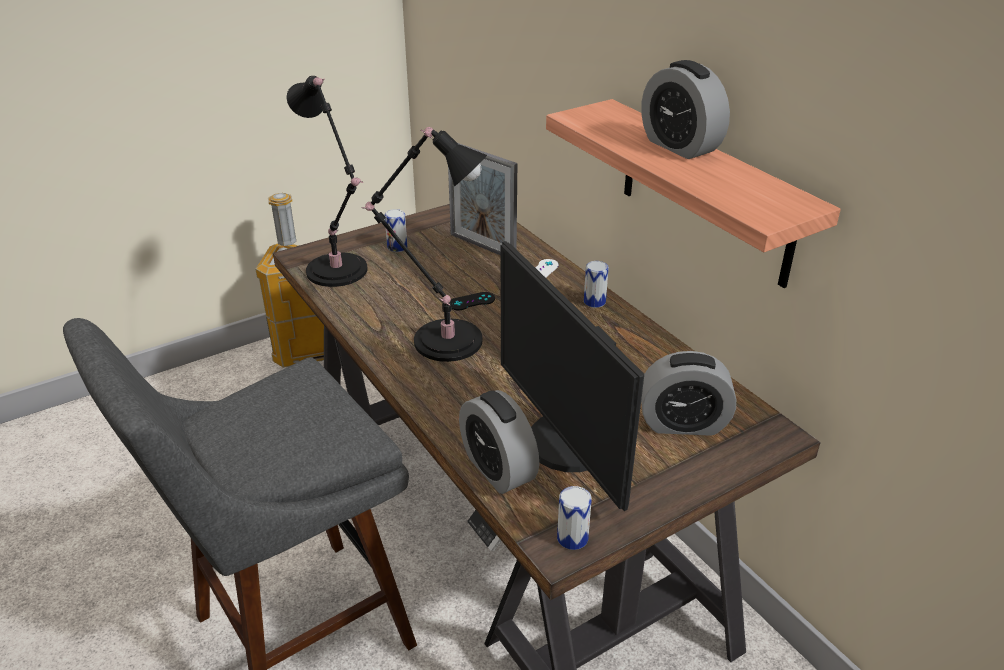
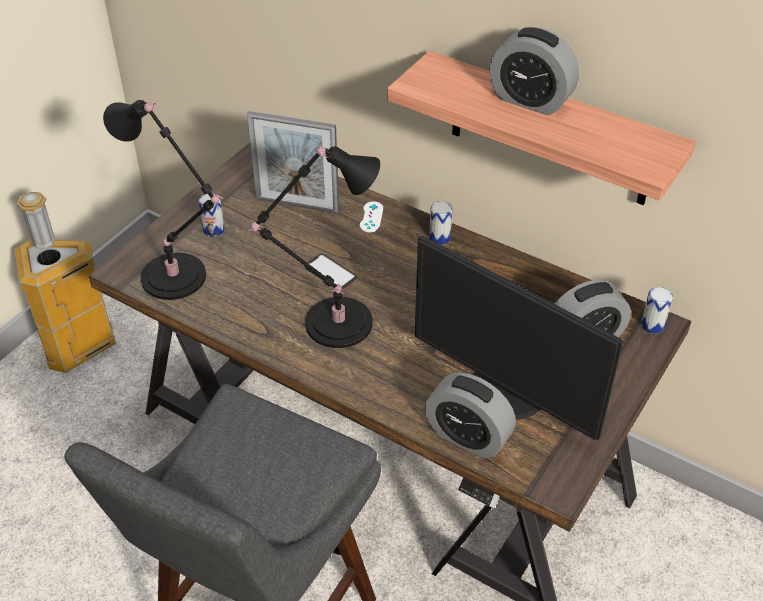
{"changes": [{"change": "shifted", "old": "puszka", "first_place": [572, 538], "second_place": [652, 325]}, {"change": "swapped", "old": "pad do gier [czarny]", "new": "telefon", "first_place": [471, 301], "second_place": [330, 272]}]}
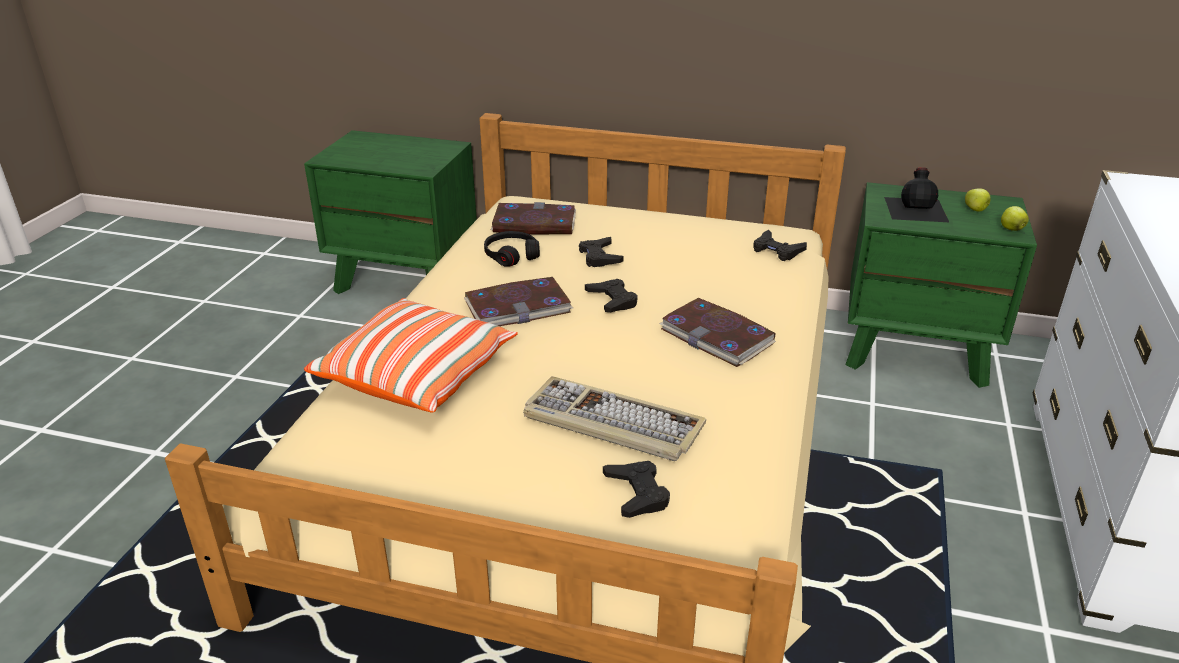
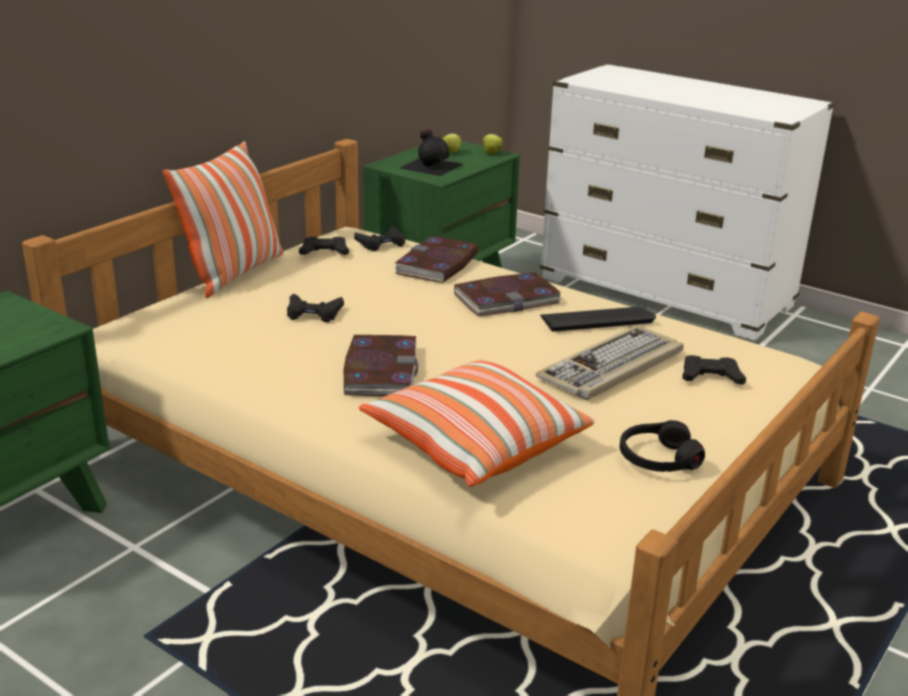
{"changes": [{"change": "new", "new": "poduszka", "second_place": [233, 273]}, {"change": "new", "new": "klawiatura", "second_place": [596, 319]}, {"change": "shifted", "old": "słuchawki [czarny]", "first_place": [511, 255], "second_place": [658, 459]}, {"change": "shifted", "old": "książka", "first_place": [534, 224], "second_place": [437, 264]}, {"change": "shifted", "old": "pad do gier [czarny]", "first_place": [612, 300], "second_place": [324, 252]}]}
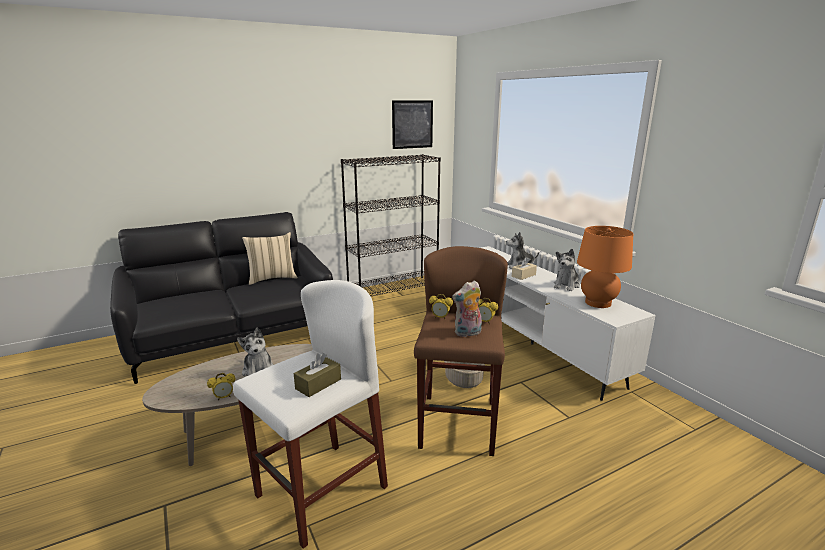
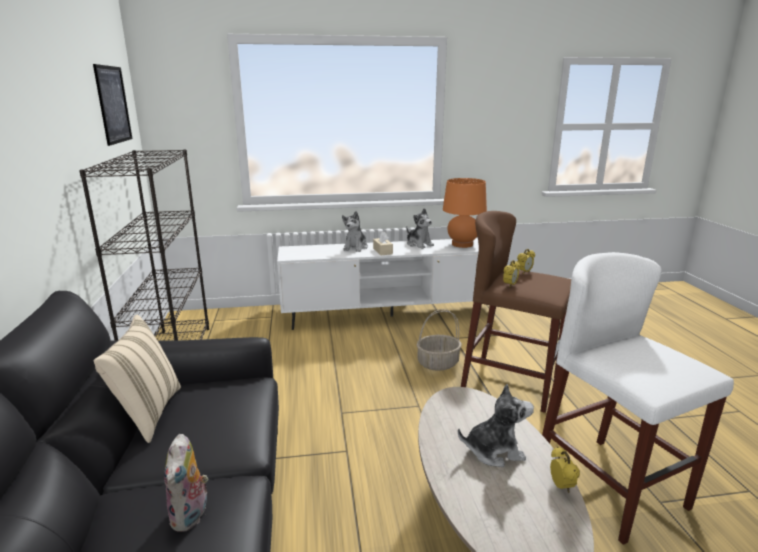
{"changes": [{"change": "gone", "old": "pudełko chusteczek [brązowy]", "first_place": [318, 384]}, {"change": "shifted", "old": "pluszak", "first_place": [467, 333], "second_place": [191, 516]}]}
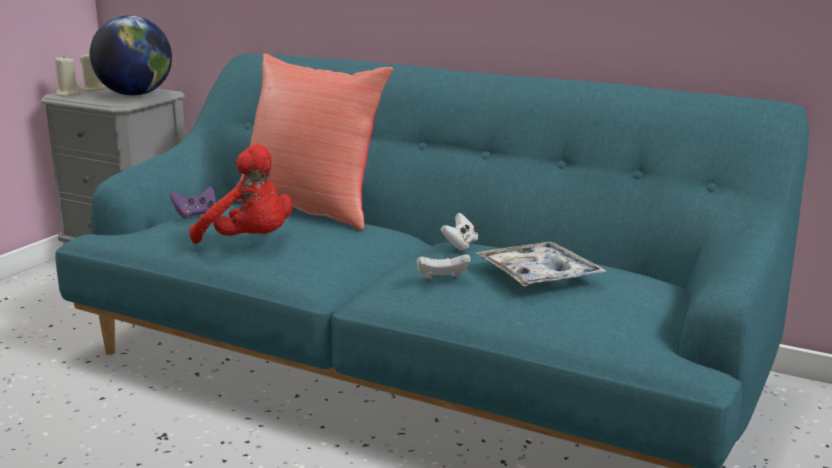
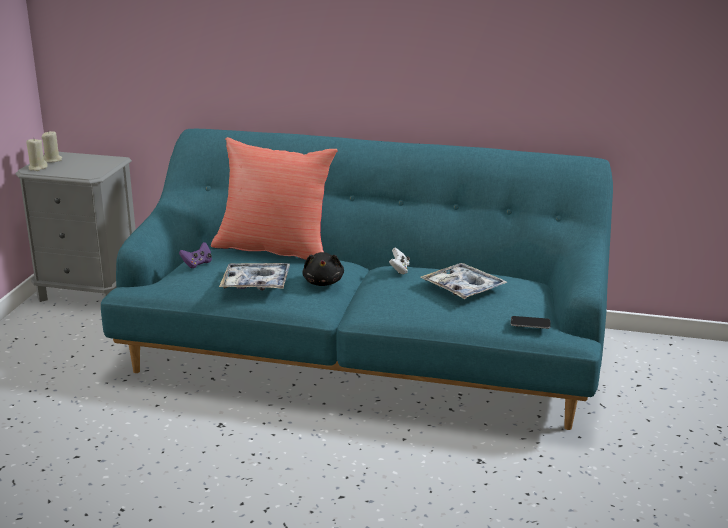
{"changes": [{"change": "gone", "old": "globus", "first_place": [135, 95]}, {"change": "gone", "old": "pad do gier [biały]", "first_place": [442, 279]}, {"change": "new", "new": "pluszak [czarny]", "second_place": [323, 282]}, {"change": "new", "new": "telefon", "second_place": [530, 323]}, {"change": "swapped", "old": "pluszak [czerwony]", "new": "taca", "first_place": [250, 242], "second_place": [256, 283]}]}
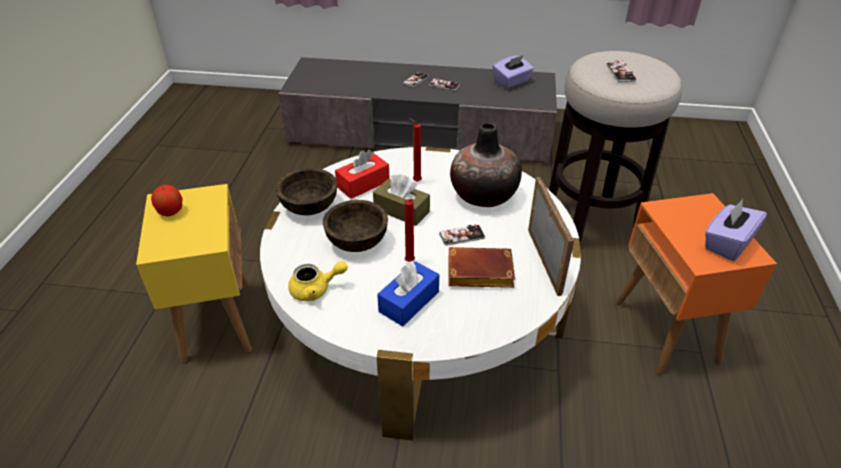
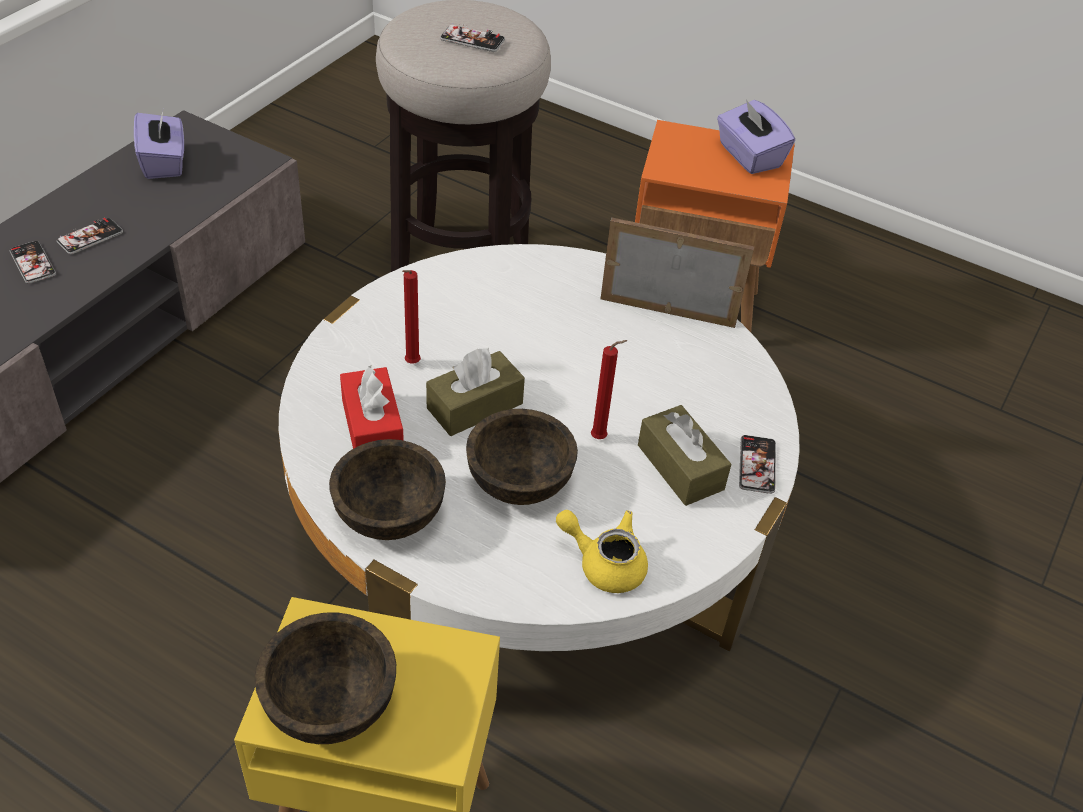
{"changes": [{"change": "gone", "old": "książka [brązowy]", "first_place": [478, 273]}, {"change": "gone", "old": "wazon", "first_place": [483, 195]}, {"change": "shifted", "old": "telefon", "first_place": [462, 236], "second_place": [757, 465]}, {"change": "swapped", "old": "jabłko", "new": "miska [brązowy]", "first_place": [171, 212], "second_place": [329, 704]}, {"change": "repainted", "old": "pudełko chusteczek [niebieski]", "new": "pudełko chusteczek [brązowy]", "first_place": [409, 301], "second_place": [680, 467]}, {"change": "rotated", "old": "imbryk [żółty]", "first_place": [316, 289], "second_place": [604, 563], "degrees": -75}]}
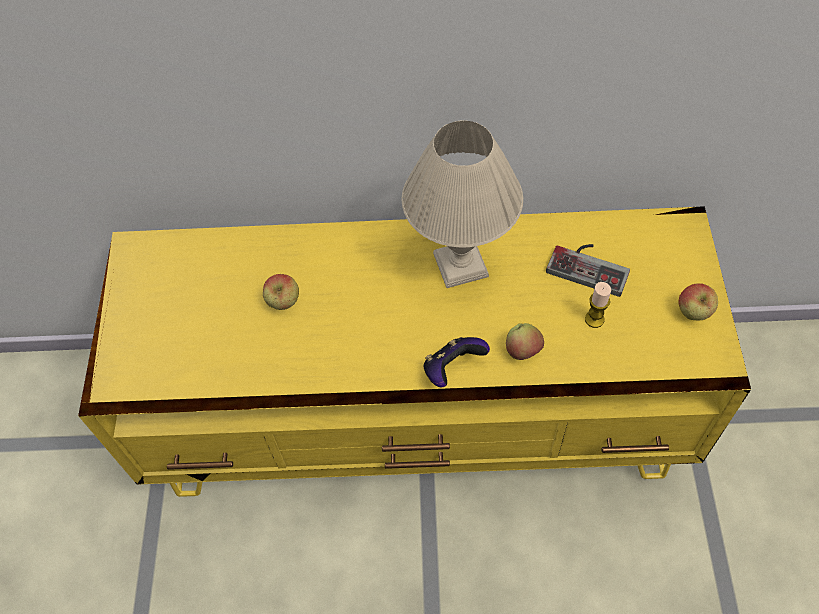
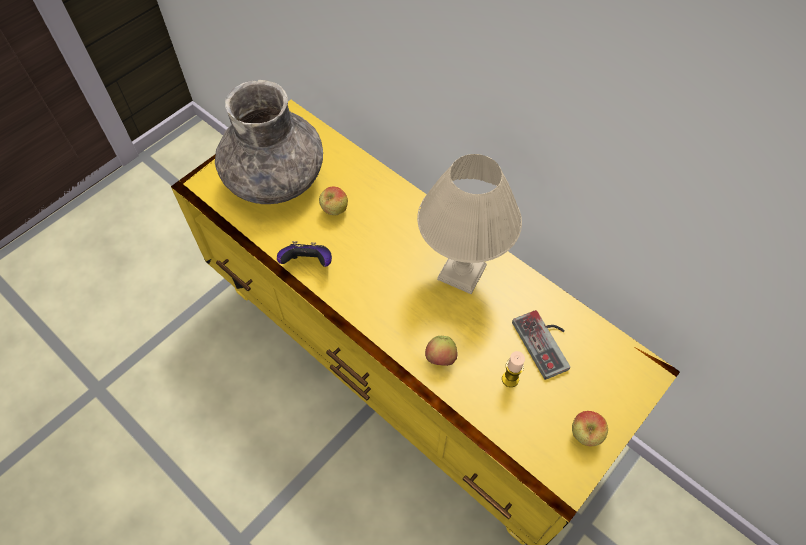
{"changes": [{"change": "new", "new": "wazon [szary]", "second_place": [276, 179]}, {"change": "shifted", "old": "pad do gier", "first_place": [452, 369], "second_place": [308, 263]}]}
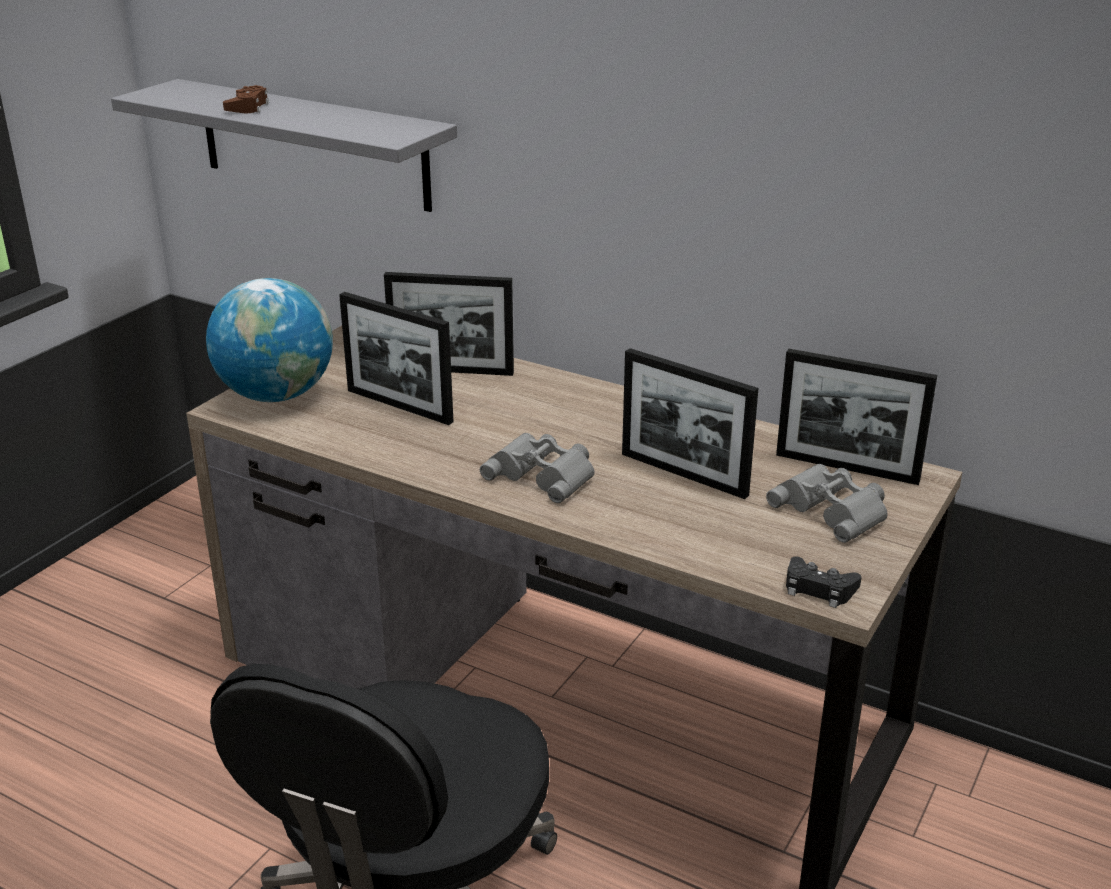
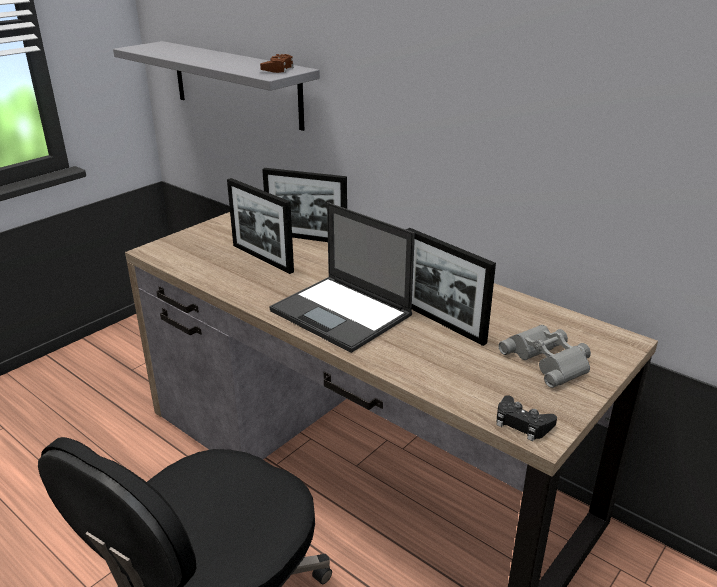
{"changes": [{"change": "gone", "old": "globus", "first_place": [277, 395]}, {"change": "gone", "old": "ramka na zdjęcie", "first_place": [846, 468]}, {"change": "shifted", "old": "pad do gier [brązowy]", "first_place": [247, 107], "second_place": [278, 69]}, {"change": "swapped", "old": "lornetka [szary]", "new": "laptop", "first_place": [544, 474], "second_place": [342, 313]}]}
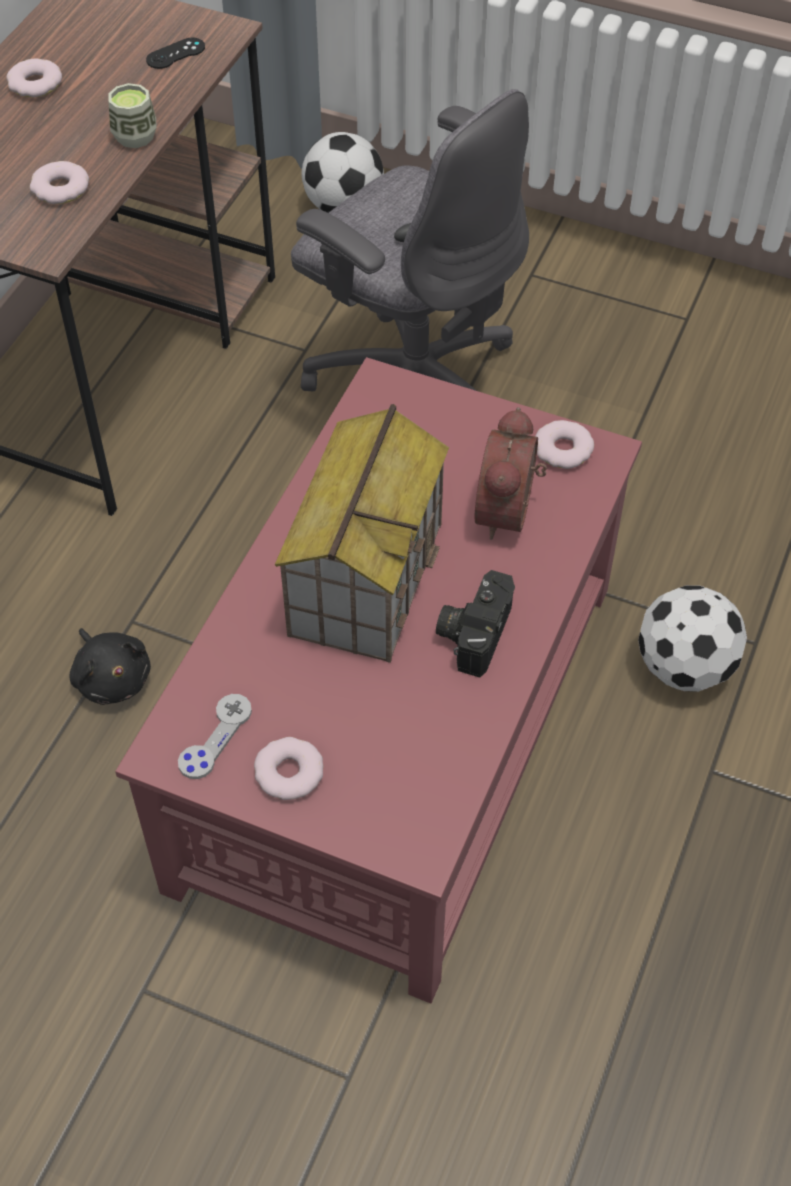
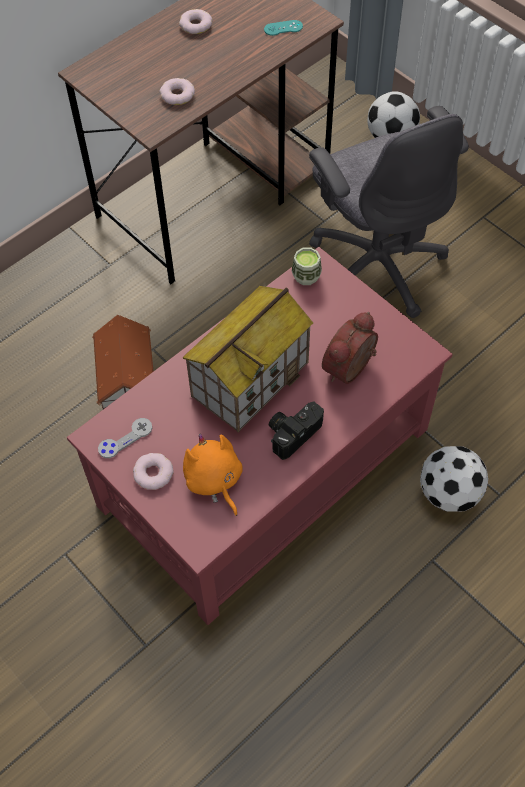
{"changes": [{"change": "gone", "old": "donut", "first_place": [563, 449]}, {"change": "new", "new": "pluszak [pomarańczowy]", "second_place": [214, 481]}, {"change": "shifted", "old": "filiżanka", "first_place": [135, 136], "second_place": [306, 276]}, {"change": "swapped", "old": "pluszak [czarny]", "new": "domek", "first_place": [112, 678], "second_place": [127, 377]}, {"change": "repainted", "old": "pad do gier [czarny]", "new": "pad do gier [turkusowy]", "first_place": [175, 54], "second_place": [283, 28]}]}
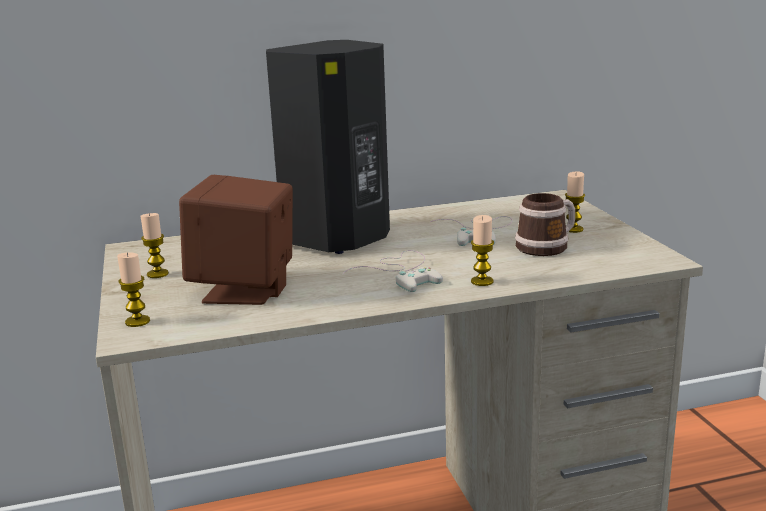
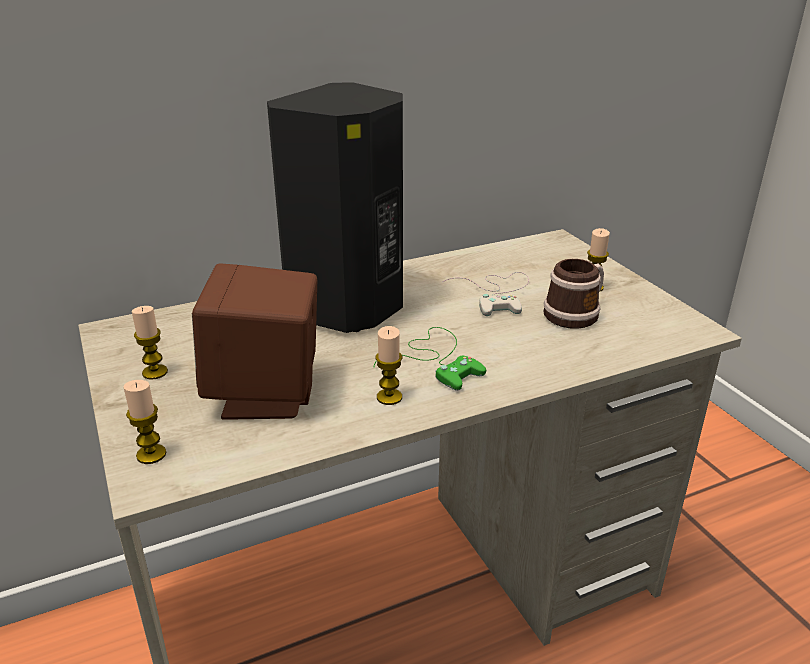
{"changes": [{"change": "shifted", "old": "świeca", "first_place": [482, 281], "second_place": [389, 397]}, {"change": "repainted", "old": "pad do gier [biały]", "new": "pad do gier [zielony]", "first_place": [402, 273], "second_place": [436, 360]}]}
